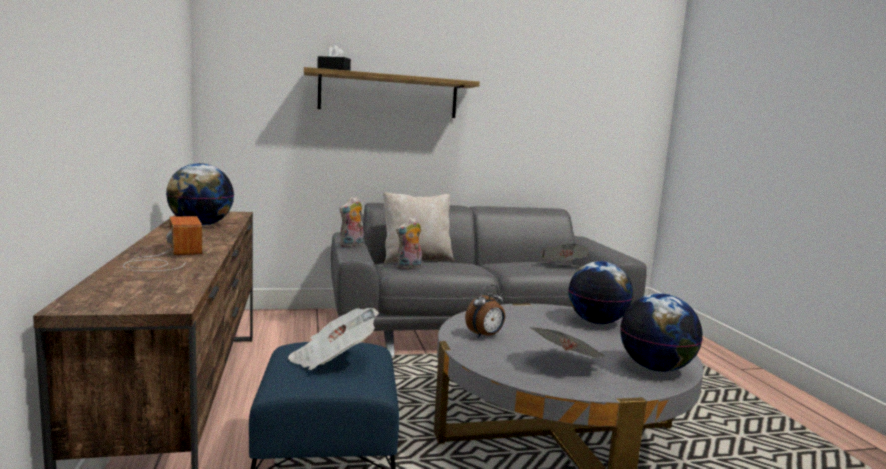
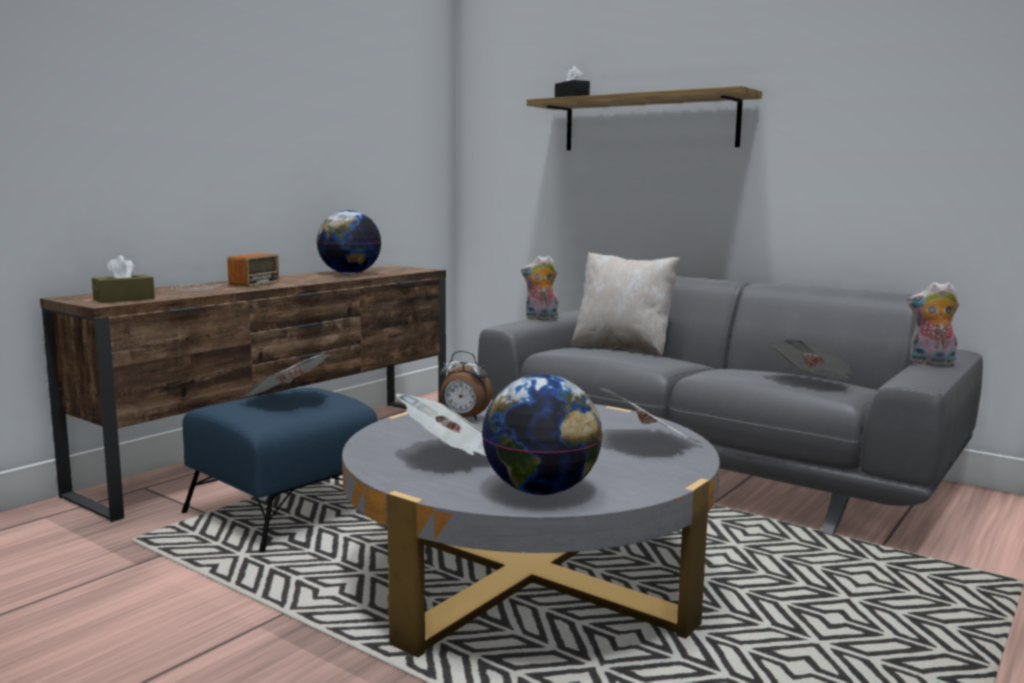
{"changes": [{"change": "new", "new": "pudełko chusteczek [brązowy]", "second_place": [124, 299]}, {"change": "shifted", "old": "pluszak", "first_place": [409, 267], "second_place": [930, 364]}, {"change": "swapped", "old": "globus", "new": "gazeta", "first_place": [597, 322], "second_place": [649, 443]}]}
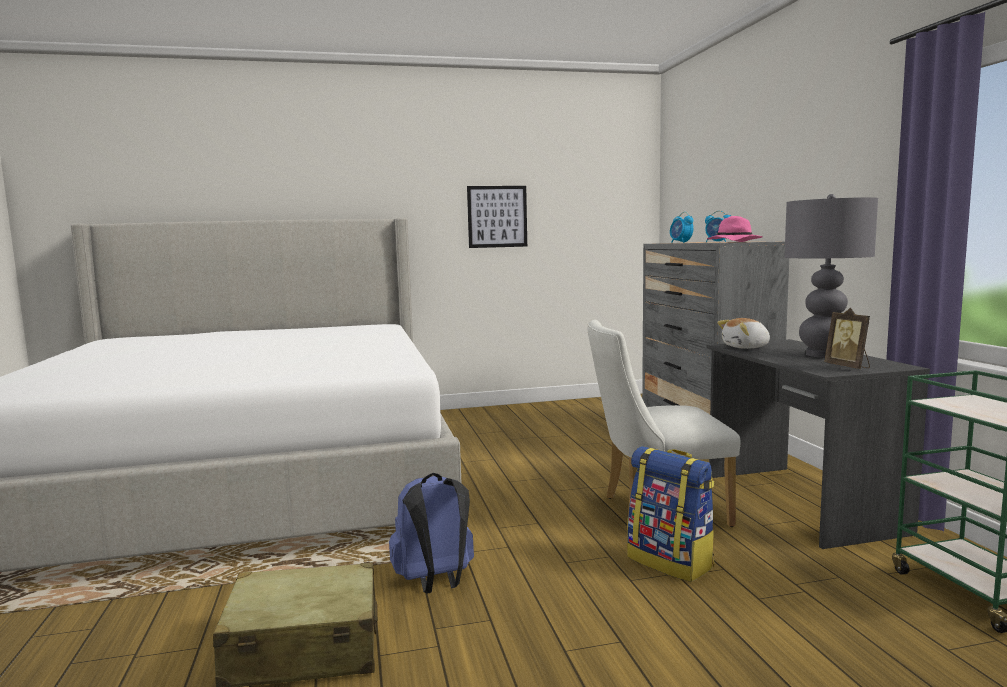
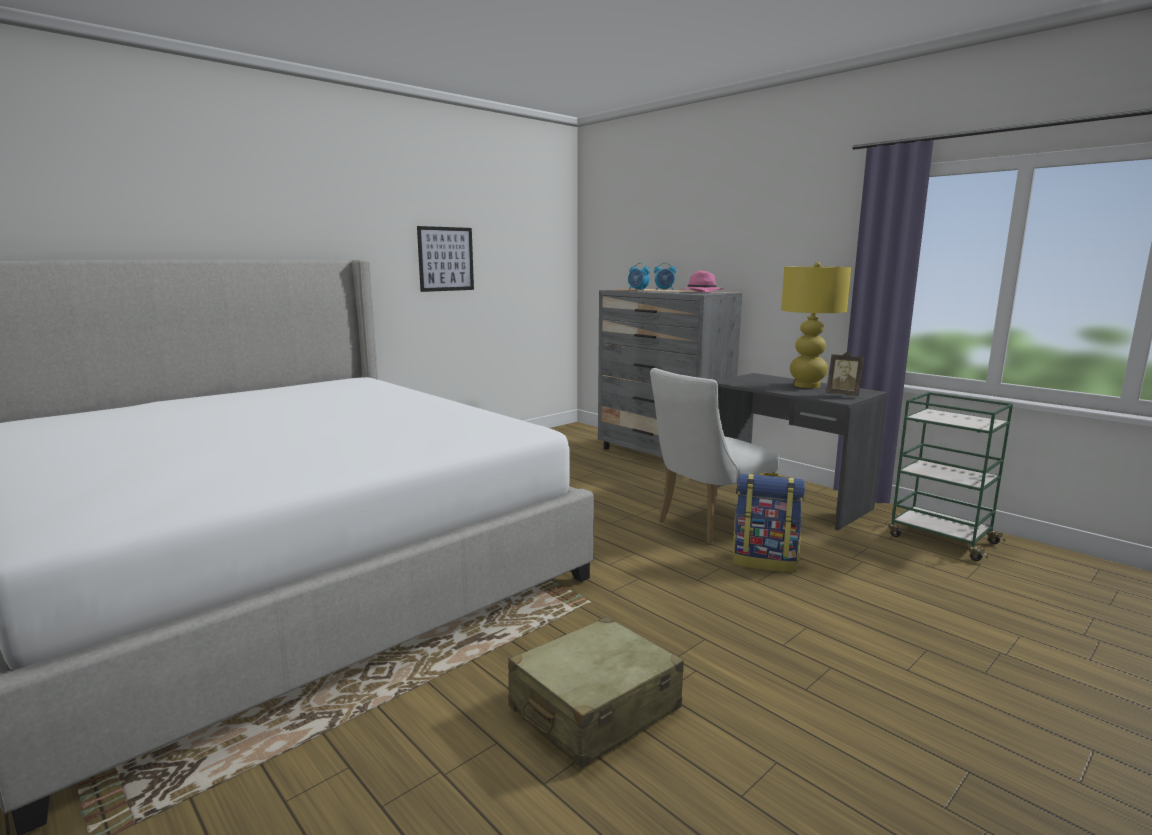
{"changes": [{"change": "gone", "old": "plecak [niebieski]", "first_place": [435, 583]}, {"change": "gone", "old": "pluszak", "first_place": [746, 347]}, {"change": "repainted", "old": "lampa stołowa [szary]", "new": "lampa stołowa [żółty]", "first_place": [823, 355], "second_place": [806, 385]}]}
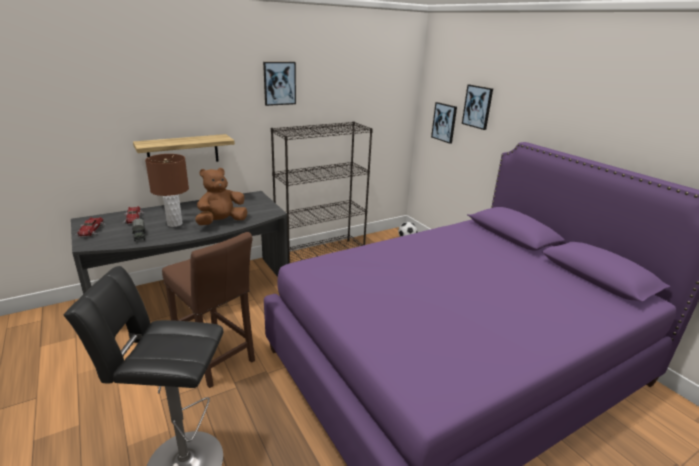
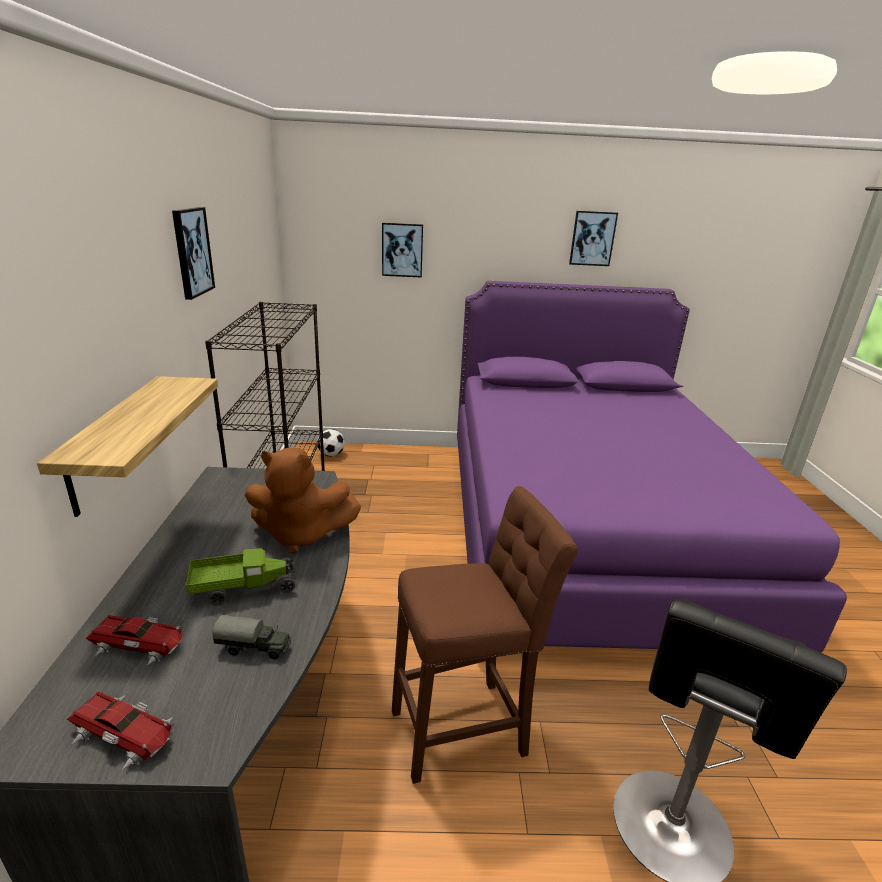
{"changes": [{"change": "shifted", "old": "obraz", "first_place": [444, 122], "second_place": [592, 238]}, {"change": "swapped", "old": "lampa stołowa [brązowy]", "new": "ciężarówka zabawkowa", "first_place": [175, 224], "second_place": [244, 588]}, {"change": "rotated", "old": "pluszak [brązowy]", "first_place": [221, 222], "second_place": [301, 534], "degrees": -75}]}
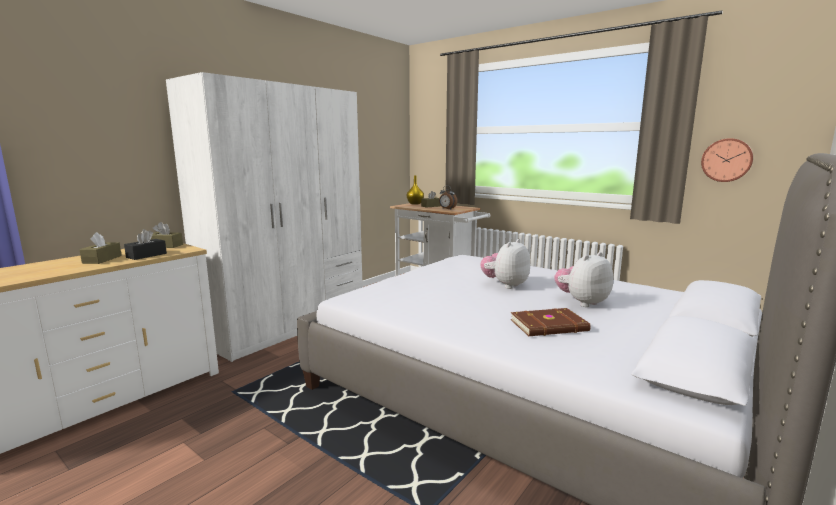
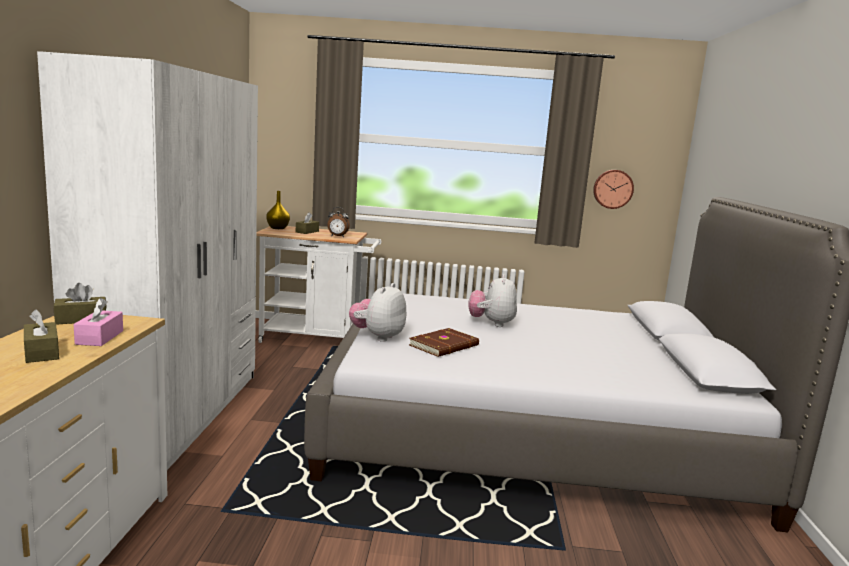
{"changes": [{"change": "shifted", "old": "książka [brązowy]", "first_place": [550, 326], "second_place": [445, 346]}, {"change": "shifted", "old": "pluszak", "first_place": [582, 302], "second_place": [378, 337]}, {"change": "repainted", "old": "pudełko chusteczek [czarny]", "new": "pudełko chusteczek [różowy]", "first_place": [146, 255], "second_place": [99, 337]}]}
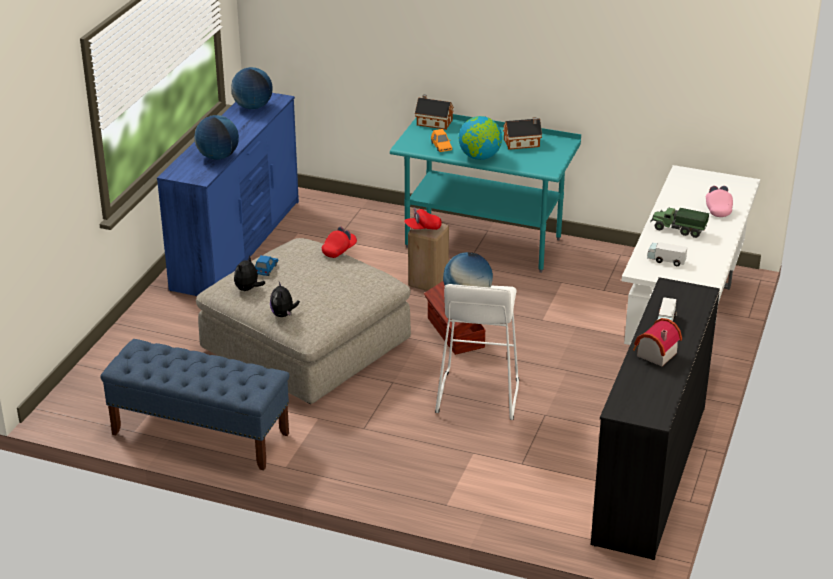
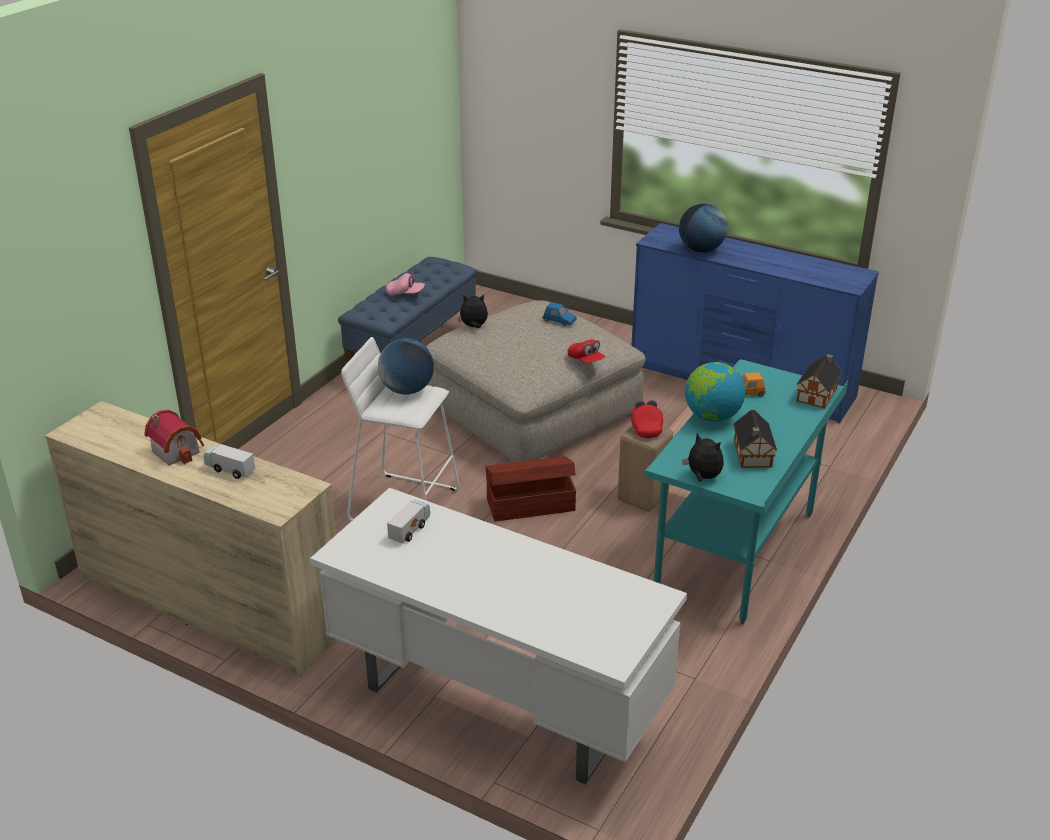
{"changes": [{"change": "gone", "old": "globus", "first_place": [252, 107]}, {"change": "gone", "old": "ciężarówka zabawkowa", "first_place": [678, 229]}, {"change": "shifted", "old": "pluszak", "first_place": [248, 289], "second_place": [703, 477]}, {"change": "shifted", "old": "czapka z daszkiem [różowy]", "first_place": [717, 209], "second_place": [405, 293]}, {"change": "repainted", "old": "komoda [czarny]", "new": "komoda [beżowy]", "first_place": [649, 474], "second_place": [210, 603]}]}
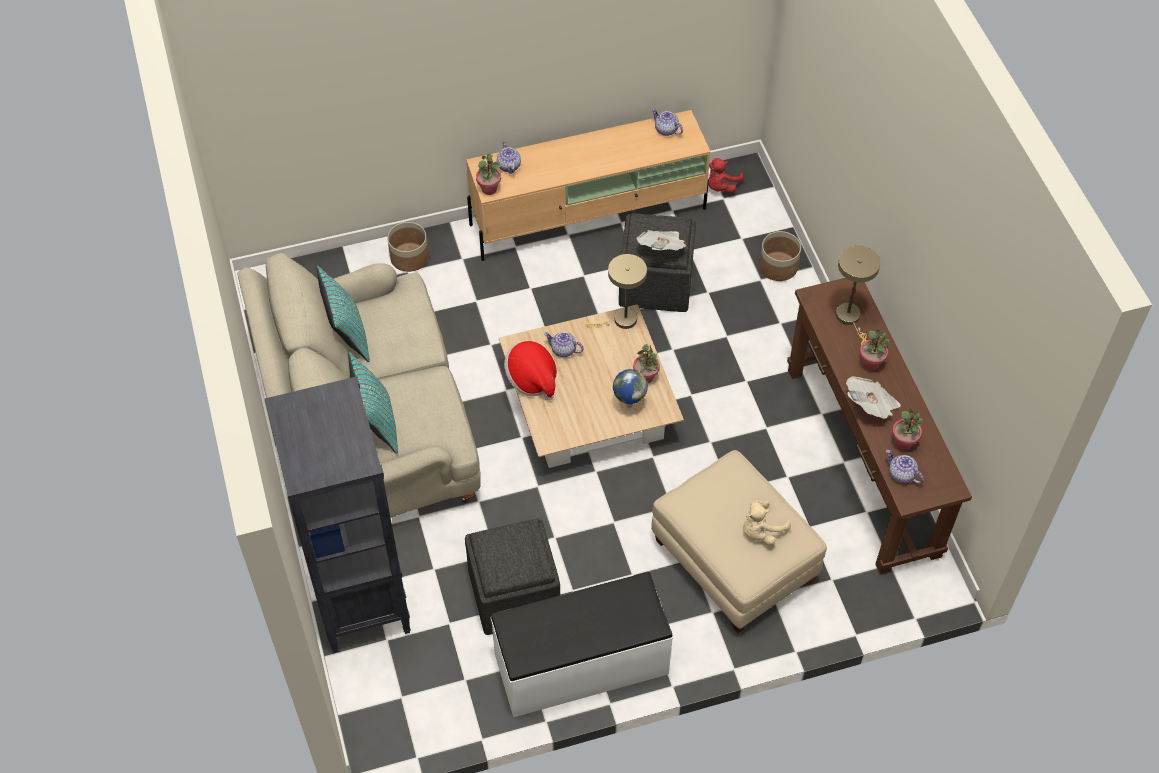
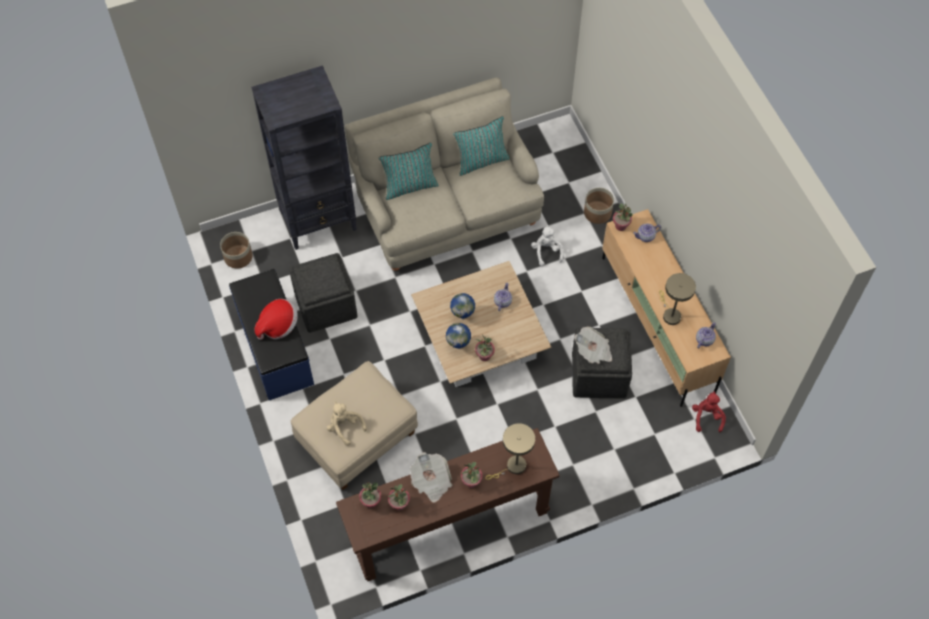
{"changes": [{"change": "new", "new": "globus", "second_place": [463, 317]}, {"change": "new", "new": "pluszak [biały]", "second_place": [546, 252]}, {"change": "shifted", "old": "kapelusz", "first_place": [532, 379], "second_place": [278, 325]}, {"change": "shifted", "old": "lampa stołowa [beżowy]", "first_place": [621, 320], "second_place": [670, 314]}, {"change": "shifted", "old": "donica", "first_place": [778, 267], "second_place": [238, 257]}, {"change": "swapped", "old": "imbryk", "new": "roślina doniczkowa", "first_place": [901, 474], "second_place": [371, 502]}, {"change": "repainted", "old": "ławka [biały]", "new": "ławka [niebieski]", "first_place": [581, 665], "second_place": [274, 348]}, {"change": "rotated", "old": "pluszak [czerwony]", "first_place": [721, 186], "second_place": [707, 417], "degrees": 60}]}
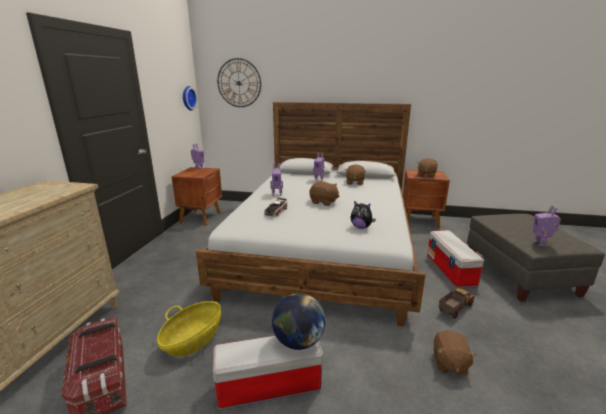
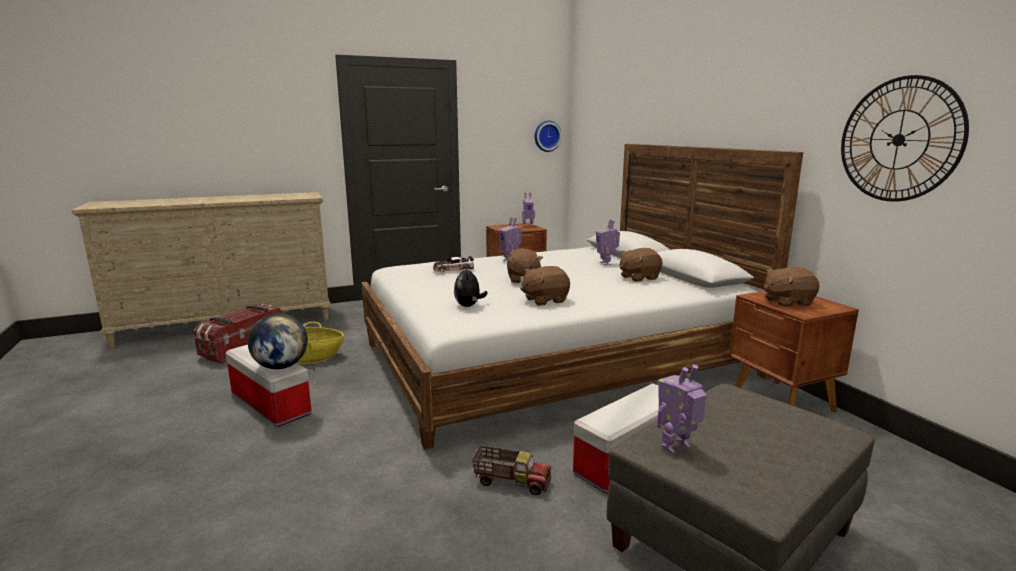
{"changes": [{"change": "shifted", "old": "zegar ścienny", "first_place": [239, 83], "second_place": [899, 140]}, {"change": "shifted", "old": "pluszak [brązowy]", "first_place": [449, 363], "second_place": [544, 300]}]}
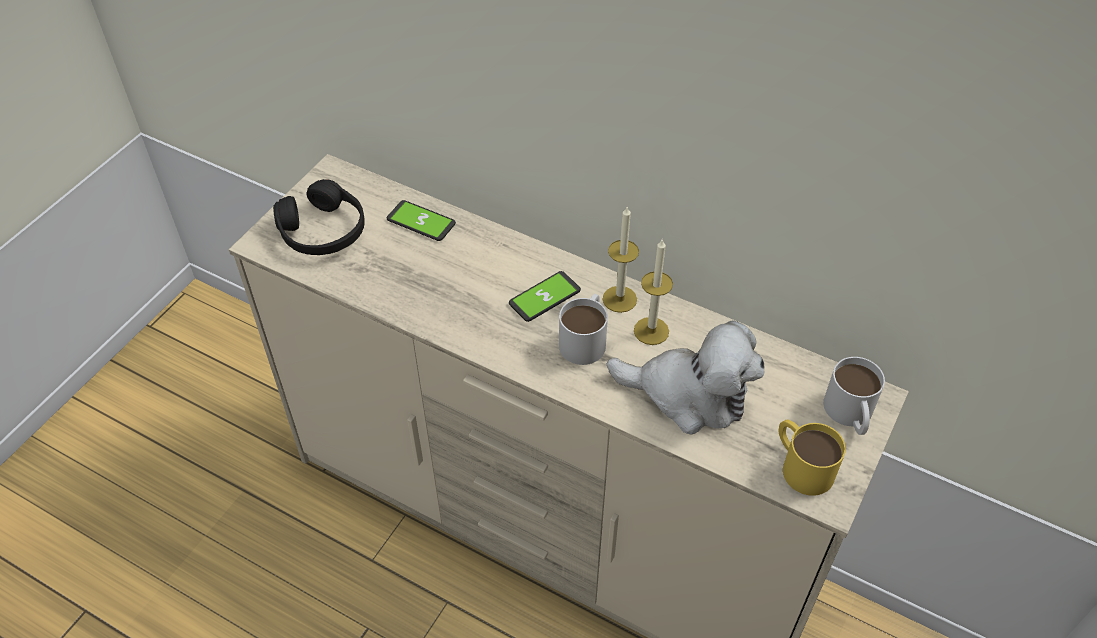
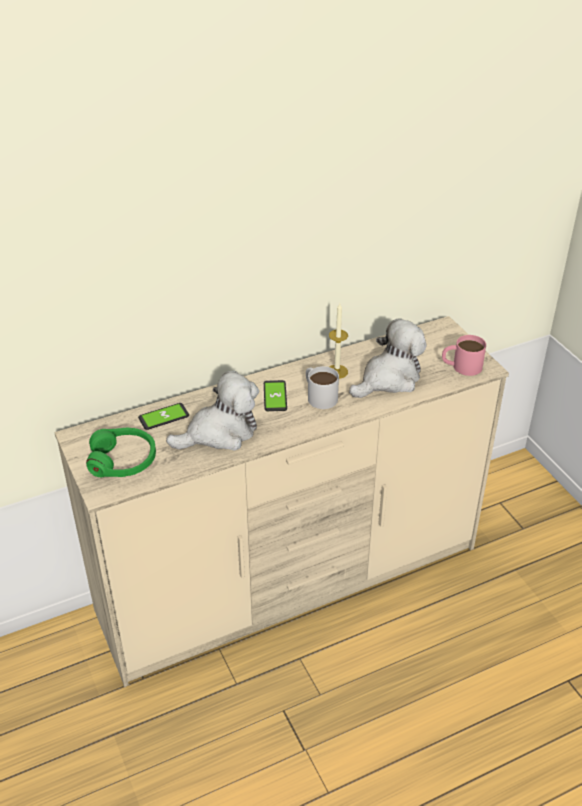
{"changes": [{"change": "gone", "old": "świeca", "first_place": [619, 299]}, {"change": "gone", "old": "kubek [biały]", "first_place": [850, 414]}, {"change": "new", "new": "pluszak", "second_place": [220, 433]}, {"change": "repainted", "old": "słuchawki [czarny]", "new": "słuchawki [zielony]", "first_place": [323, 231], "second_place": [123, 460]}, {"change": "repainted", "old": "kubek [żółty]", "new": "kubek [różowy]", "first_place": [801, 464], "second_place": [461, 366]}]}
